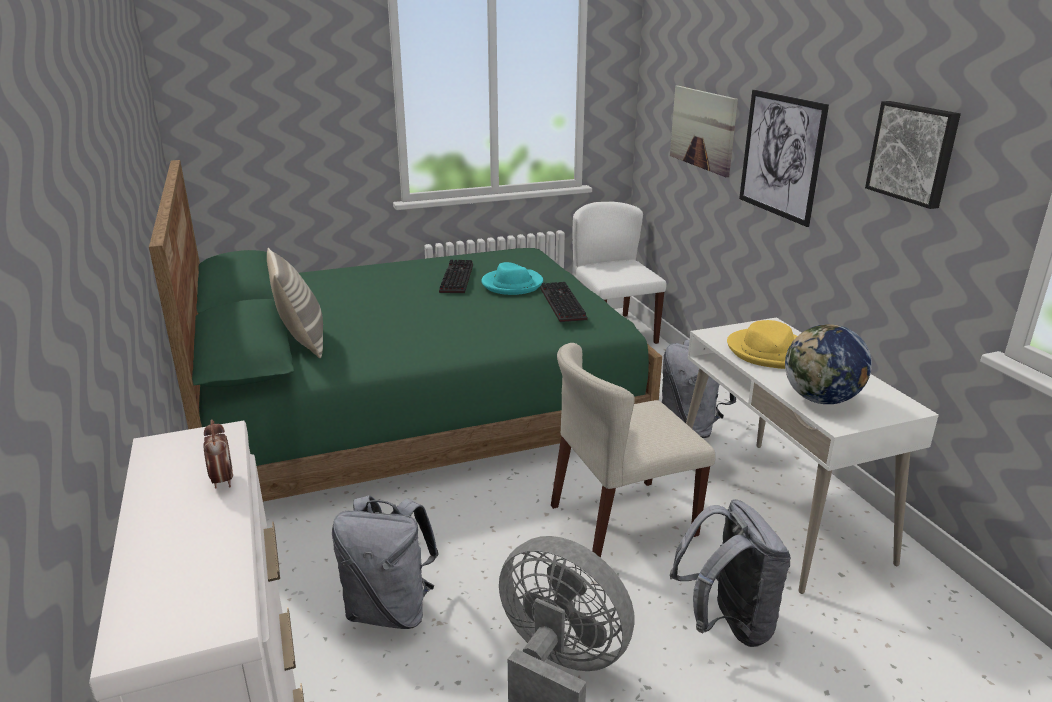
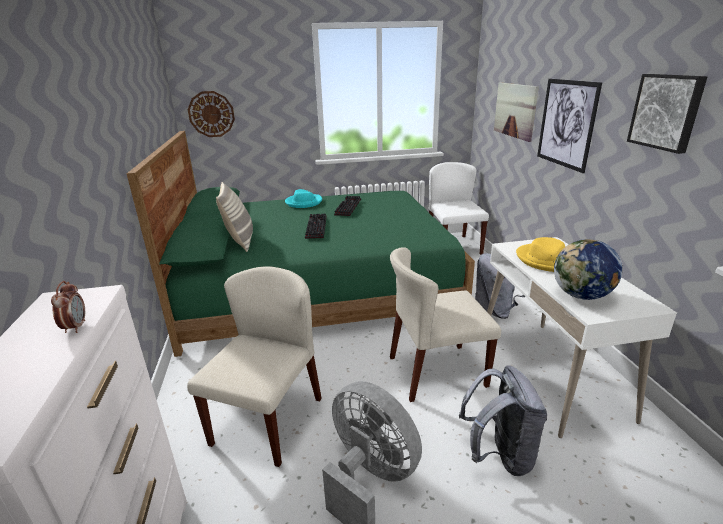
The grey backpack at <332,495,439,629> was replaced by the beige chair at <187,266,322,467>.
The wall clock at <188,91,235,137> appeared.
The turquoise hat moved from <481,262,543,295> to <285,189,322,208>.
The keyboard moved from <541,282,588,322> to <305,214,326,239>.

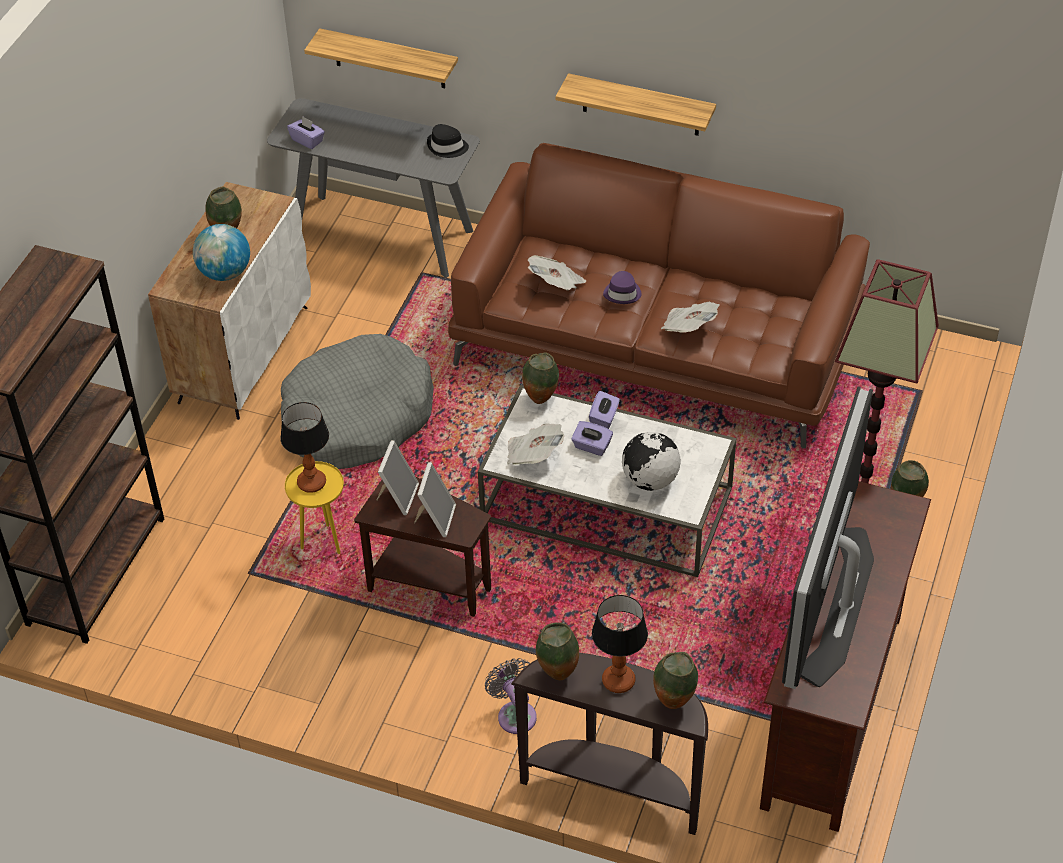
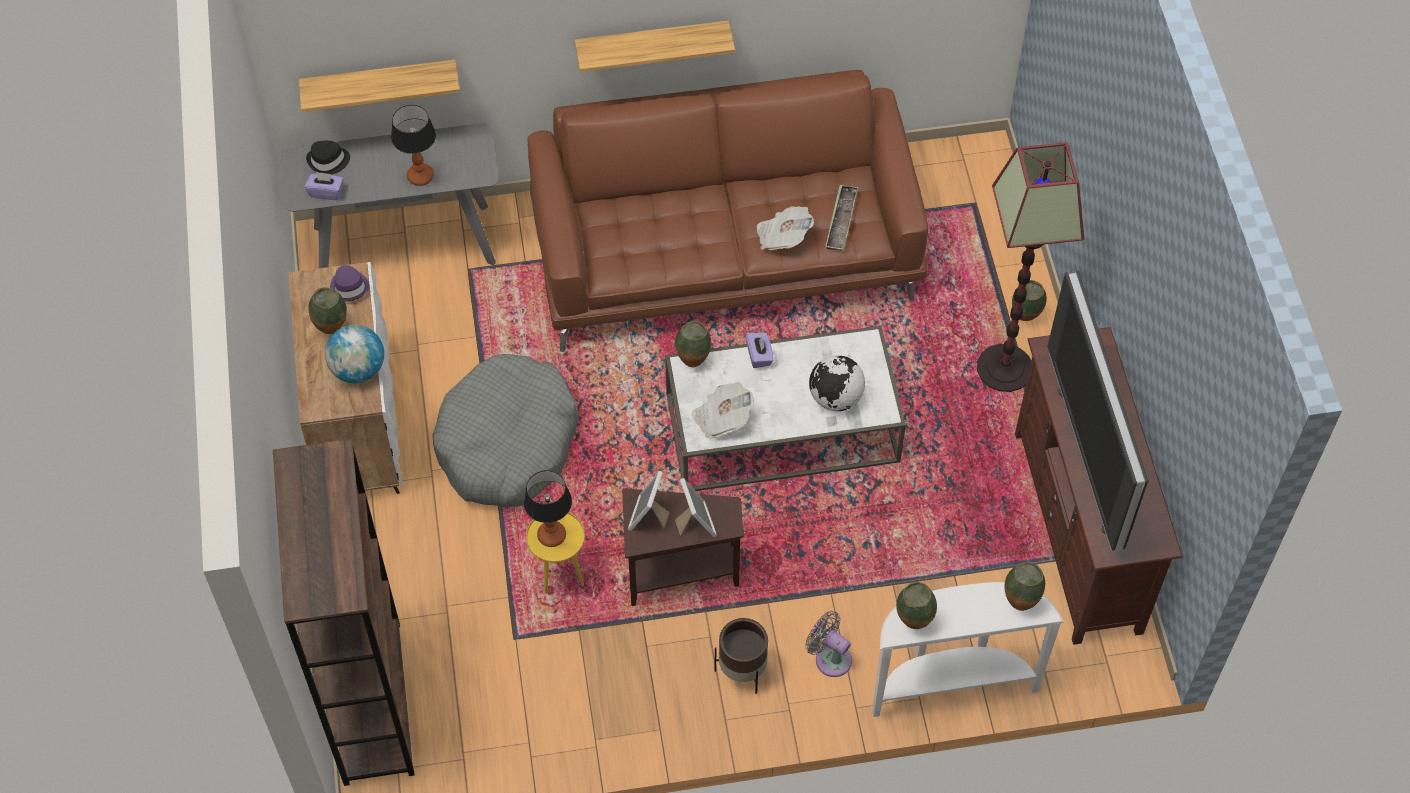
The black hat moved from <427,124,469,158> to <306,141,350,174>.
The purple hat moved from <603,271,641,304> to <330,265,370,301>.
The table lamp moved from <592,595,648,693> to <391,105,436,186>.
The picture frame at <377,440,419,515> turned 150 degrees counterclockwise.
The brown planter at <715,618,768,694> appeared.
The tray at <825,185,858,251> appeared.
The brown console table at <511,653,708,835> became the white console table at <872,582,1064,717>.
The newspaper at <528,255,586,290> disappeared.
The purple tissue box at <571,421,613,456> disappeared.

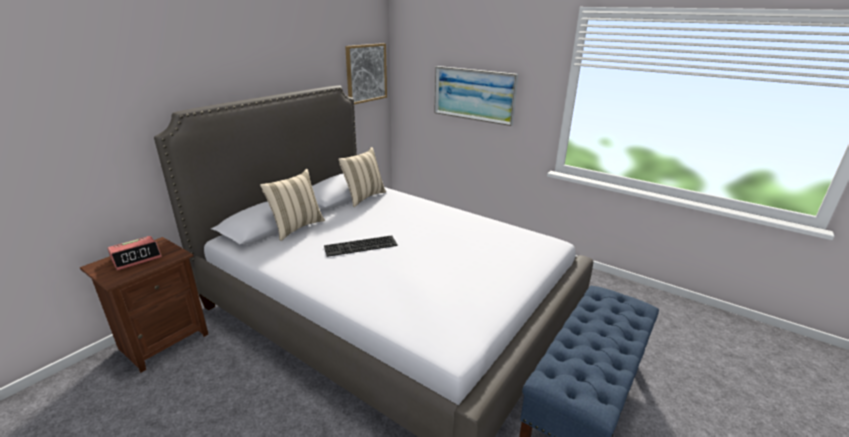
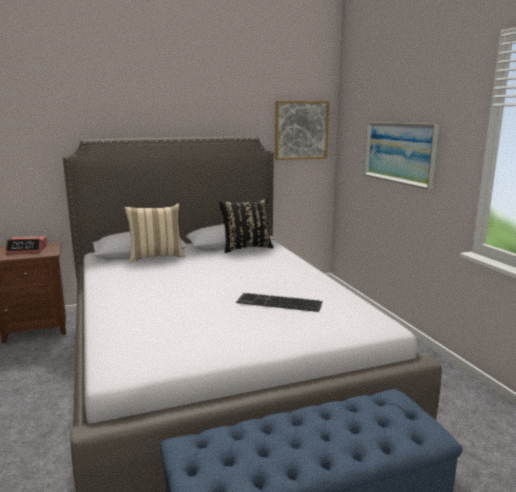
The beige pillow at <338,147,386,207> became the black pillow at <219,198,274,253>.
The keyboard moved from <324,236,398,257> to <236,293,323,312>.

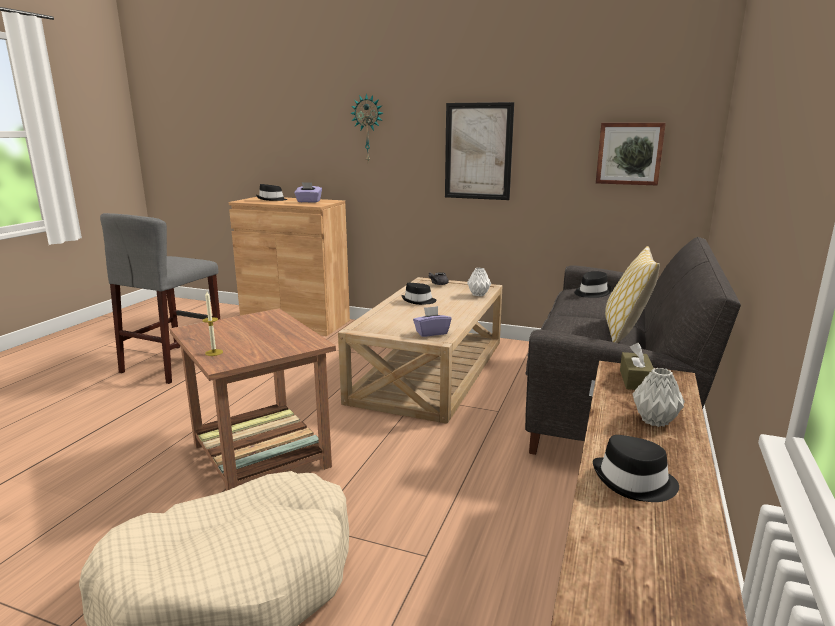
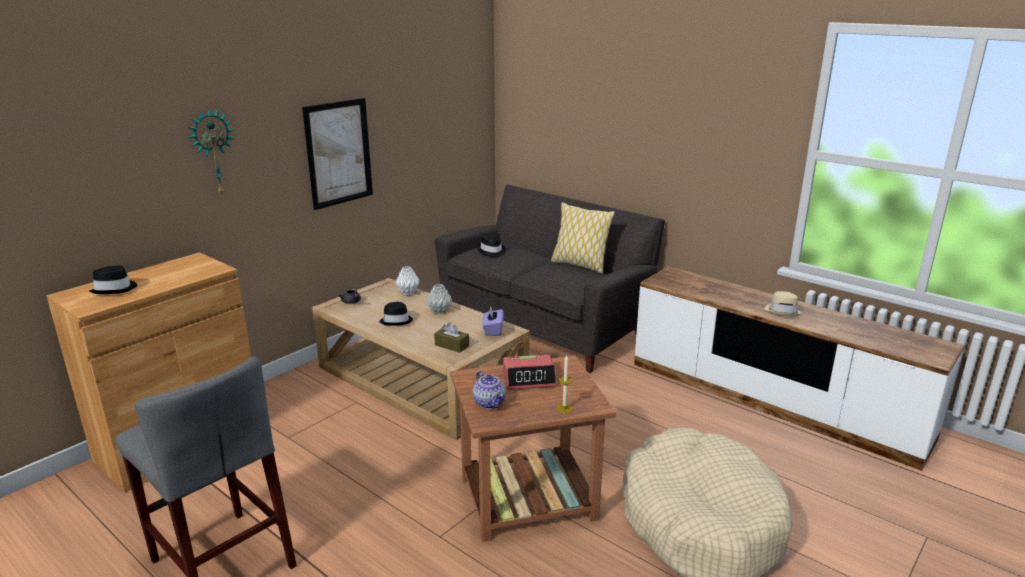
The grey vase moved from <633,368,685,427> to <427,284,452,314>.
The brown tissue box moved from <620,343,654,390> to <434,322,469,353>.
The teapot at <473,371,506,409> appeared.
The alarm clock at <503,354,557,390> appeared.
The black hat at <593,435,679,502> became the beige hat at <764,291,802,316>.
The purple tissue box at <294,182,322,203> disappeared.
The picture at <596,123,666,186> disappeared.

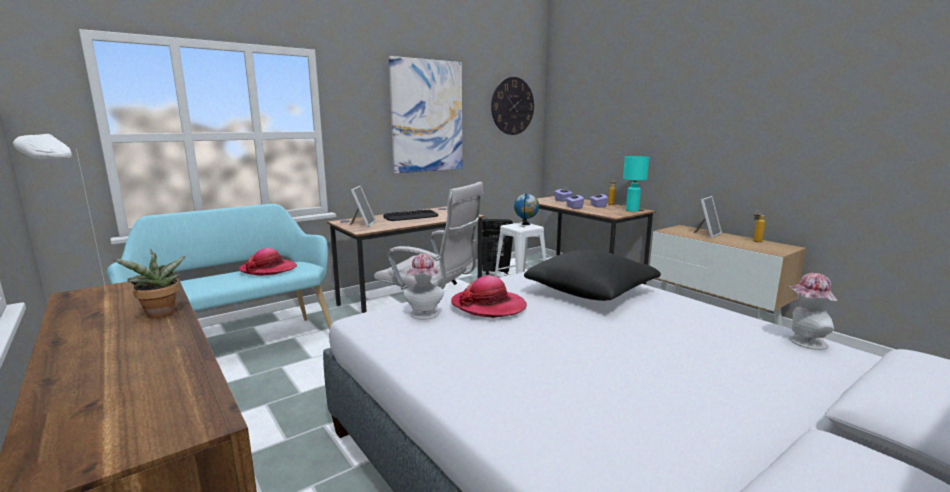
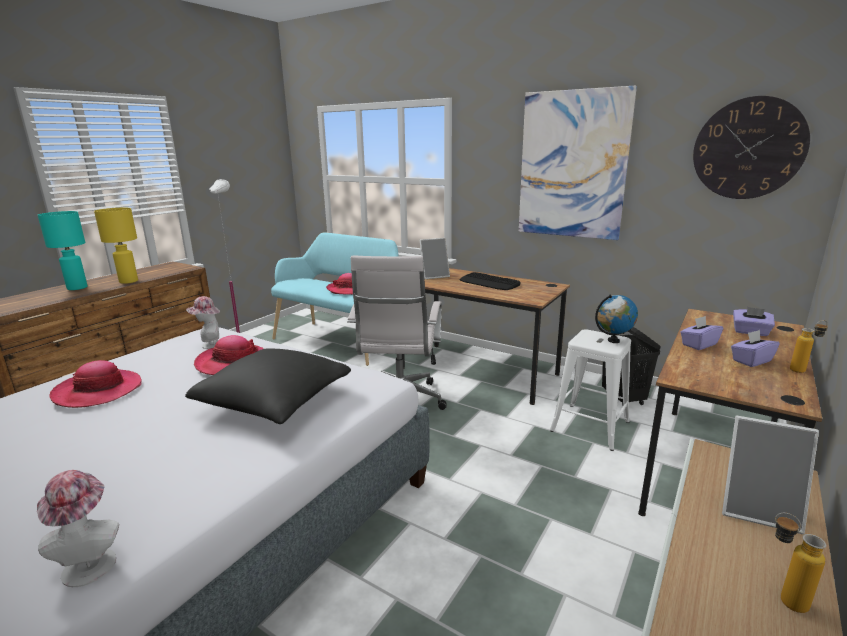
The turquoise table lamp moved from <623,156,650,212> to <38,211,88,290>.
The hat at <49,360,142,408> appeared.
The potted plant at <113,249,186,318> was replaced by the yellow table lamp at <94,208,138,284>.

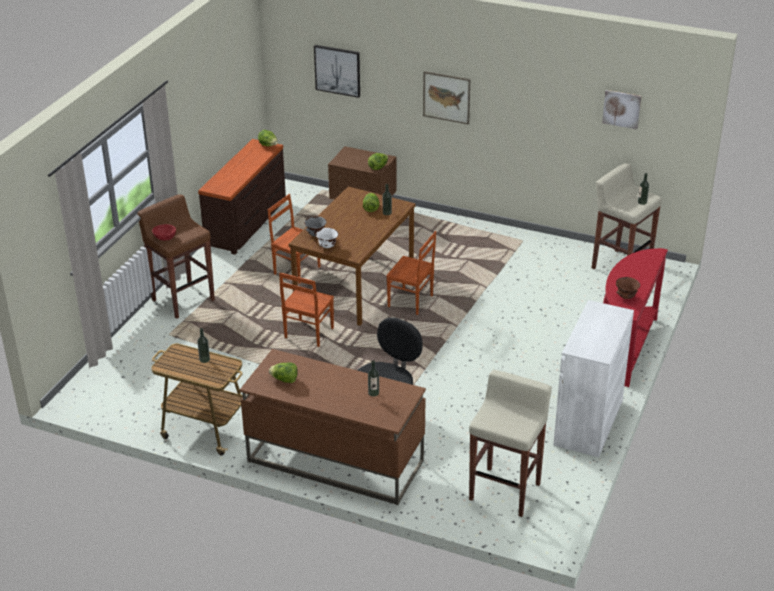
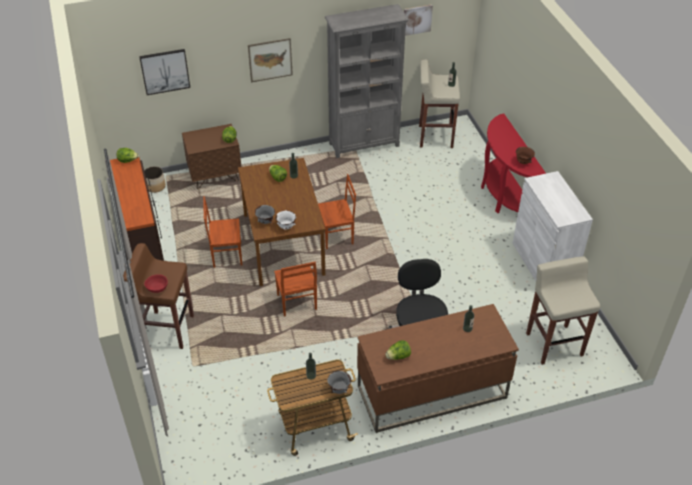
The planter at <144,166,166,193> appeared.
The grey bookcase at <325,4,409,158> appeared.
The grey bowl at <327,371,351,394> appeared.

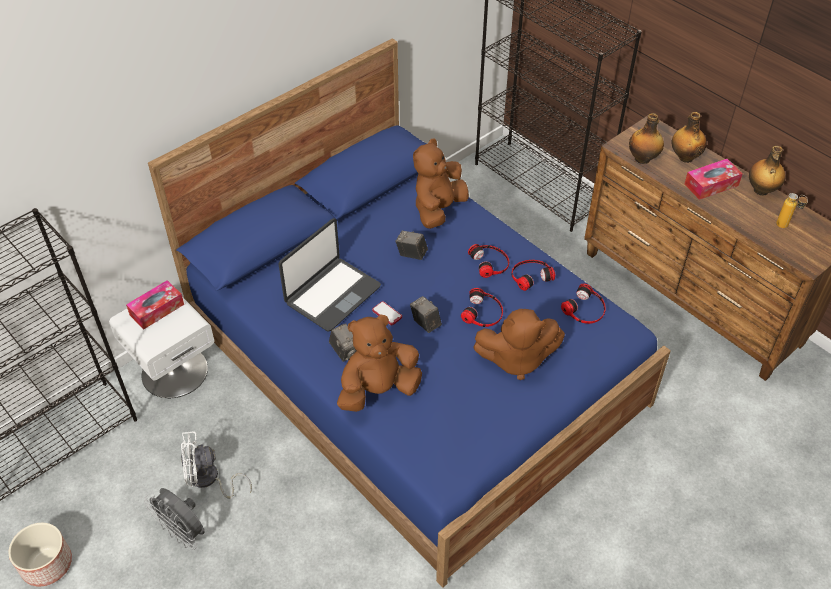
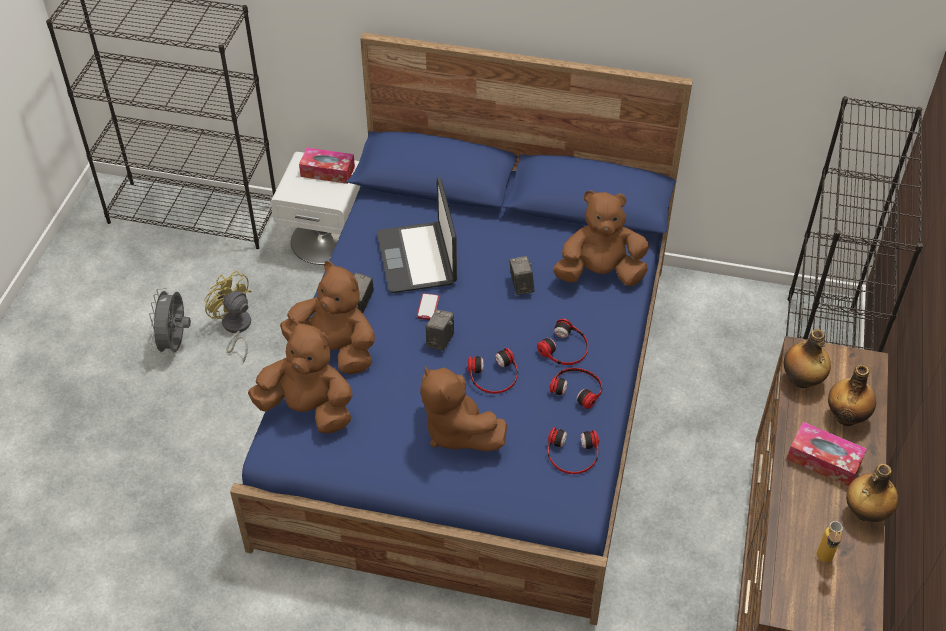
The white fan at <181,432,252,499> became the yellow fan at <204,270,251,363>.
The brown plush toy at <248,321,353,433> appeared.
The laptop at <279,218,381,332> turned 75 degrees clockwise.
The planter at <9,523,72,587> disappeared.

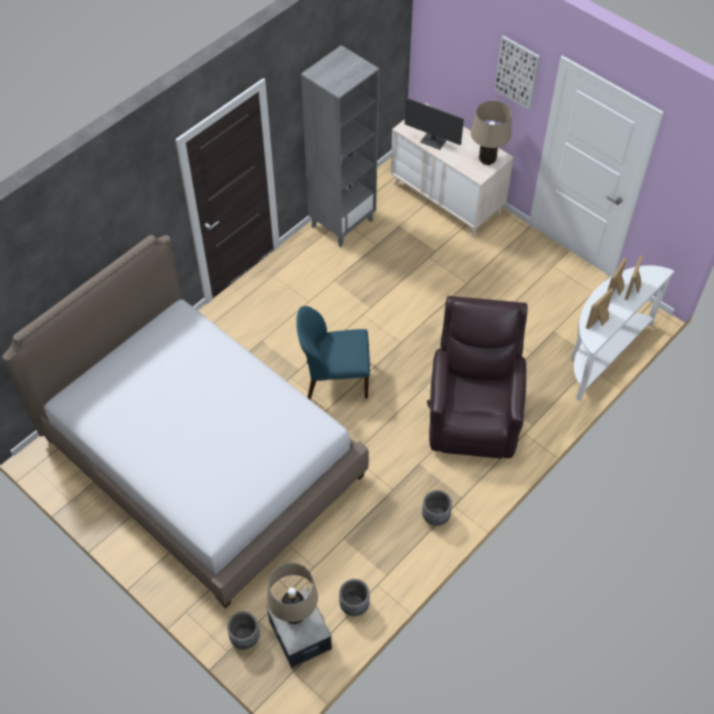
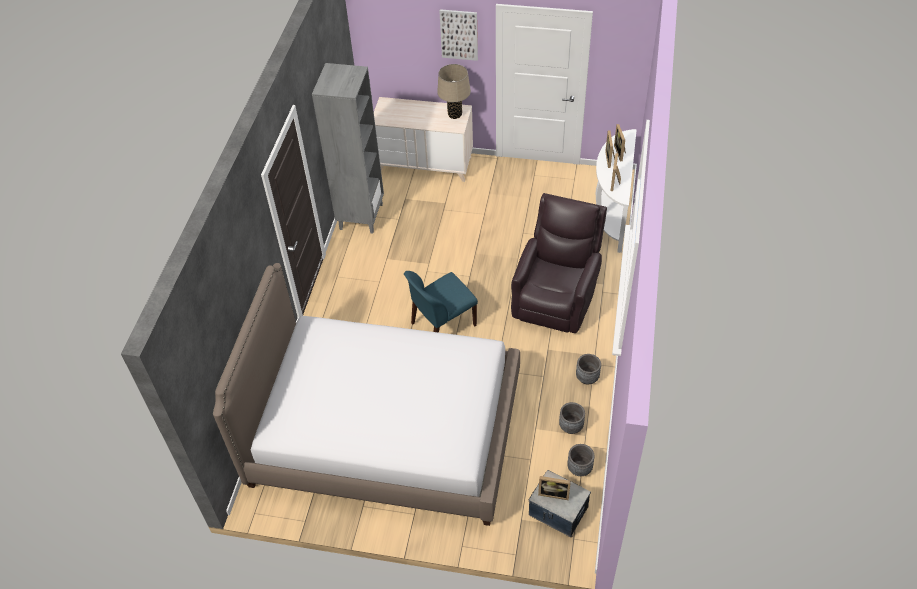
The brown armchair at <427,296,528,458> turned 45 degrees clockwise.
The beige table lamp at <267,563,318,624> was replaced by the picture frame at <538,476,571,500>.
The grey planter moved from <227,612,260,650> to <559,402,585,434>.
The monitor at <405,98,464,150> disappeared.

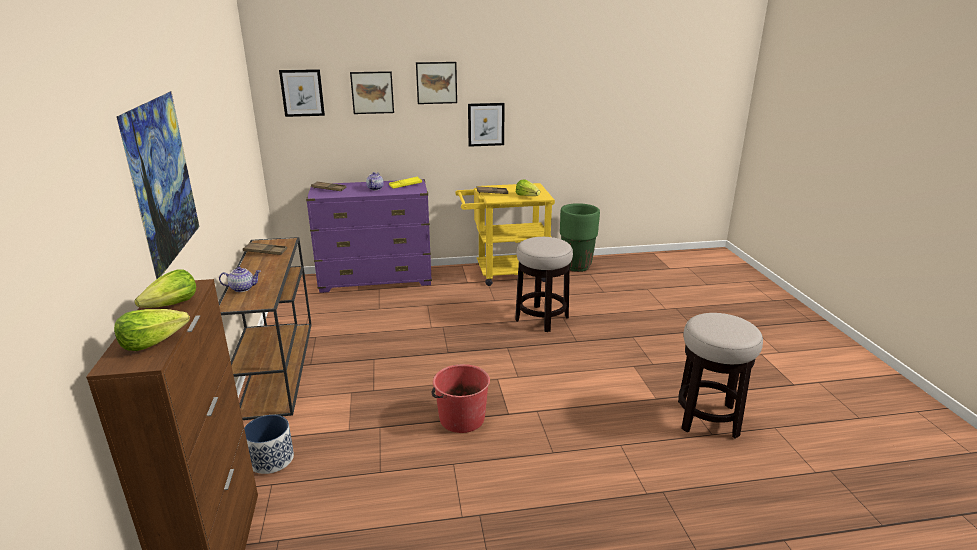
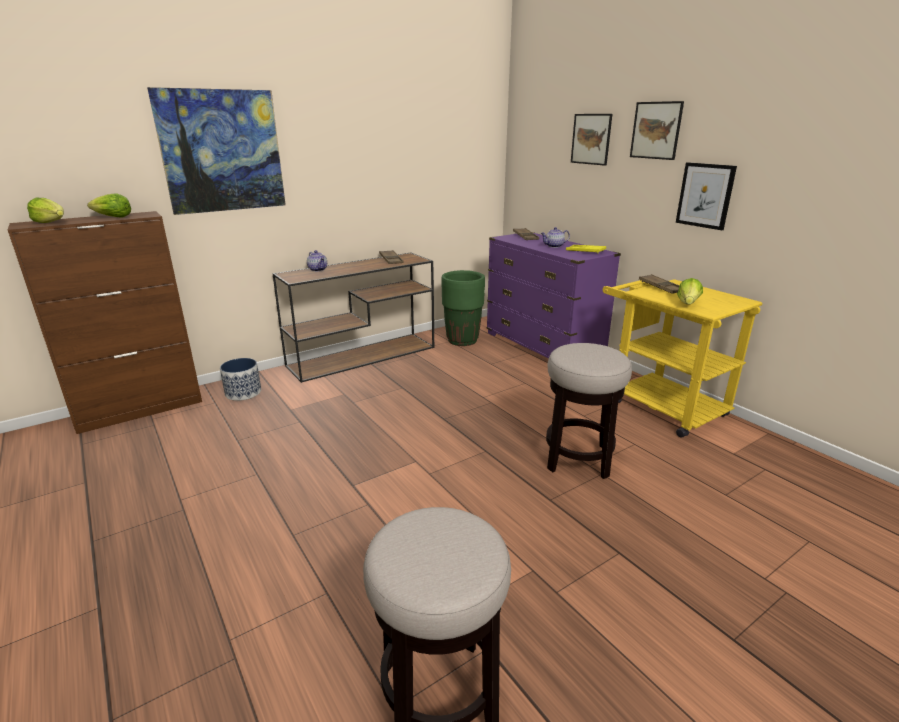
The green planter moved from <560,203,600,272> to <441,270,485,346>.
The picture at <279,69,325,117> disappeared.
The red bucket at <431,364,490,433> disappeared.

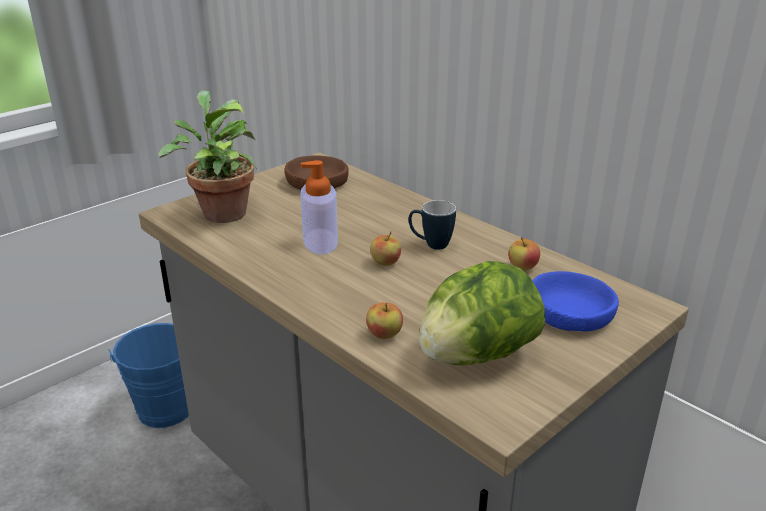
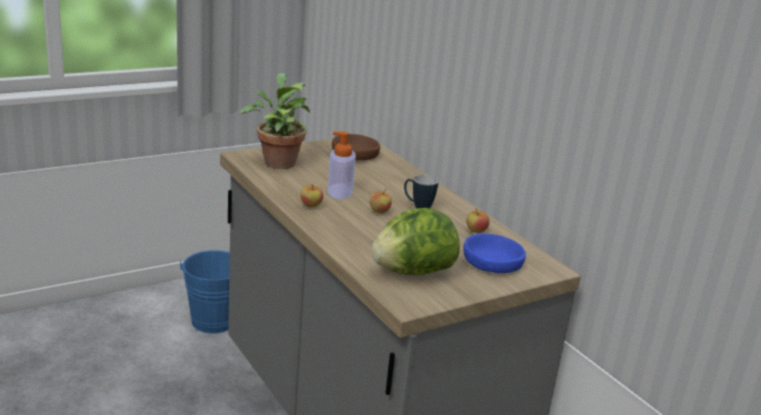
The apple moved from <366,302,403,339> to <301,184,323,208>.

